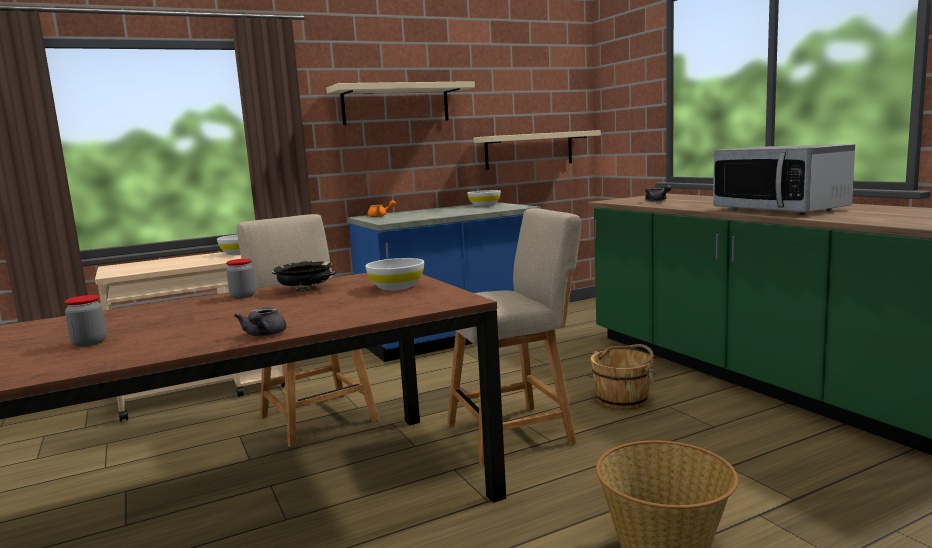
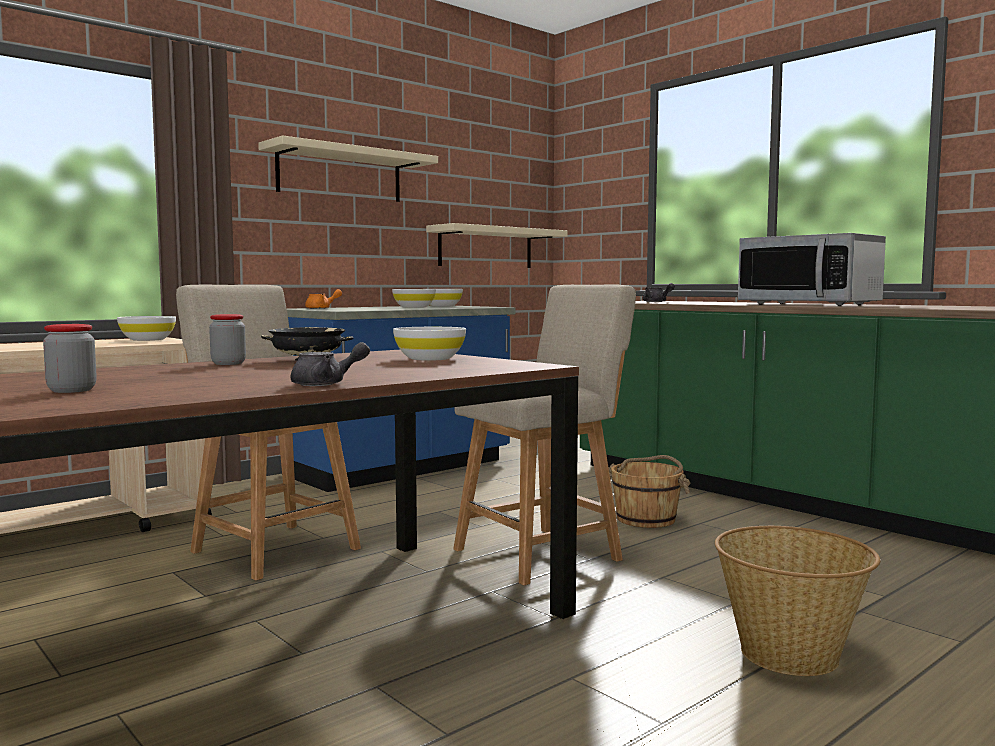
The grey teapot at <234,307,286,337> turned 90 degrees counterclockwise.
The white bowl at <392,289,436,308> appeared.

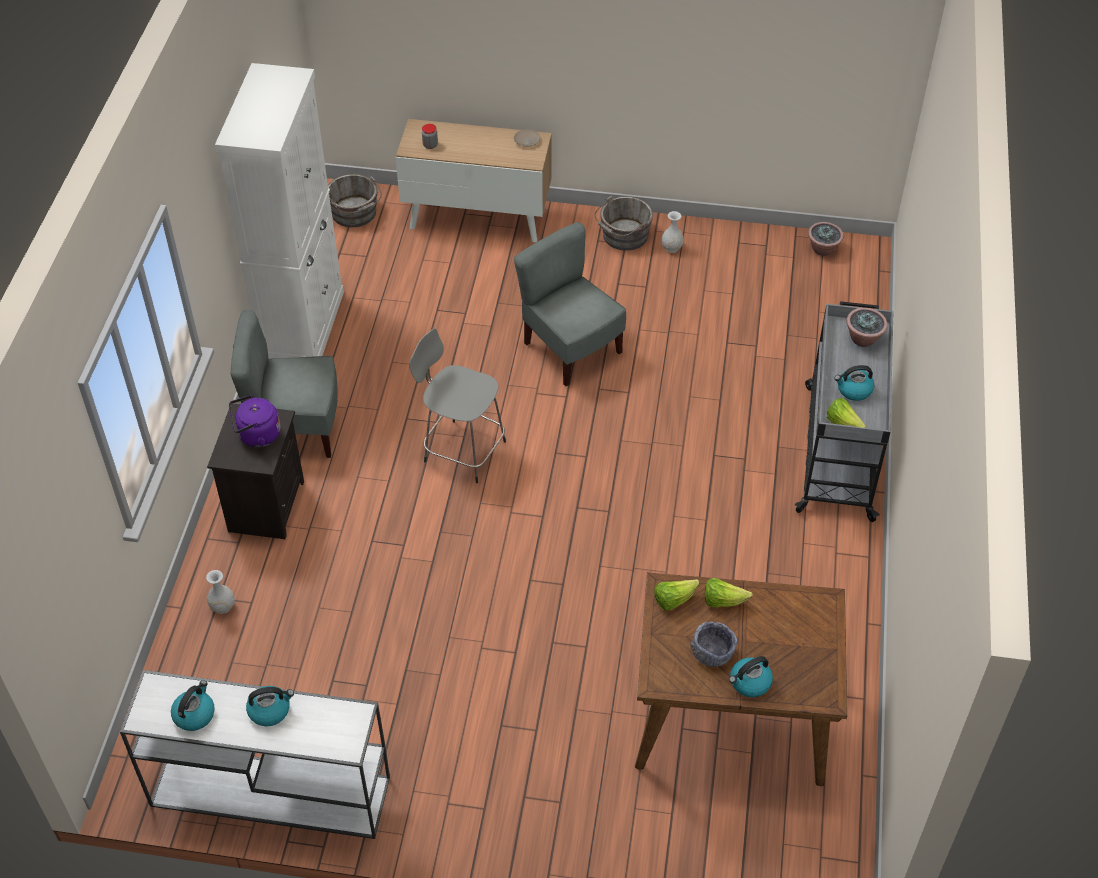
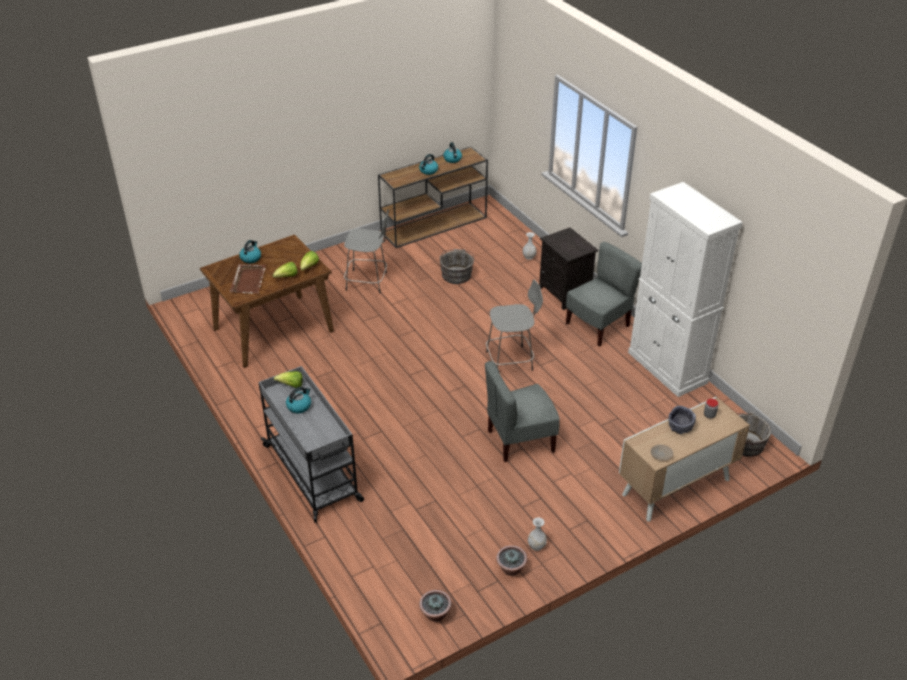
The brown tray at <229,264,266,294> appeared.
The grey stool at <344,209,389,294> appeared.
The white console table at <120,670,390,839> became the brown console table at <378,147,488,248>.
The grey bucket moved from <594,196,653,251> to <440,249,474,284>.
The grey chair at <514,222,626,386> turned 150 degrees clockwise.
The potted plant moved from <846,308,888,347> to <496,545,527,576>.
The grey bowl moved from <690,622,737,667> to <669,406,696,434>.
The purple kettle at <229,395,281,447> disappeared.

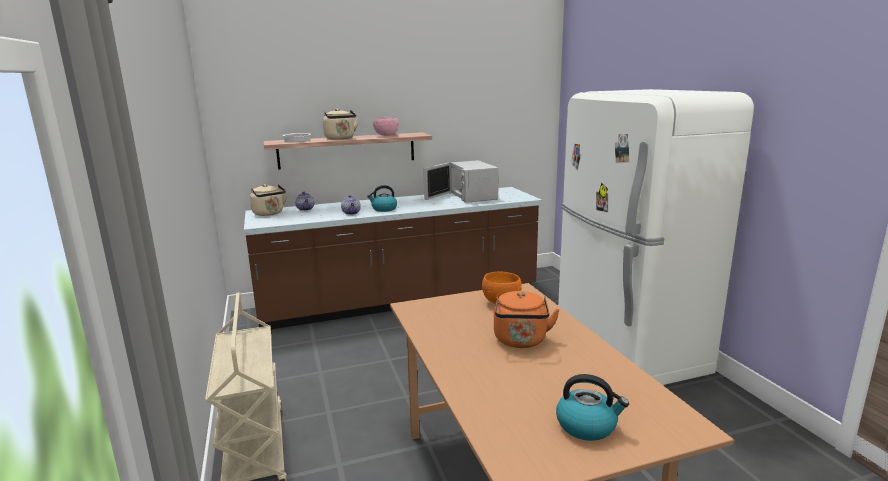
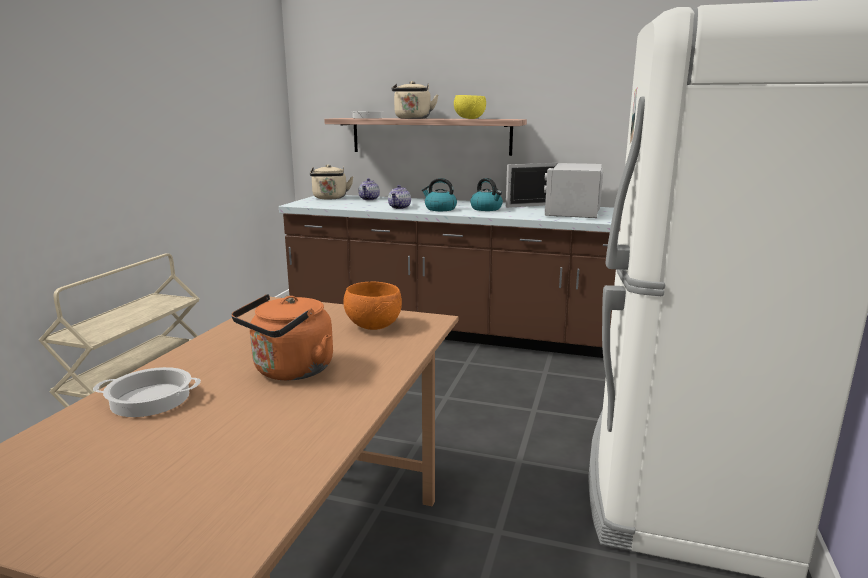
The cooking pot at <93,367,201,417> appeared.
The pink bowl at <373,117,399,136> became the yellow bowl at <454,95,486,119>.
The kettle moved from <556,374,629,441> to <470,178,503,211>.

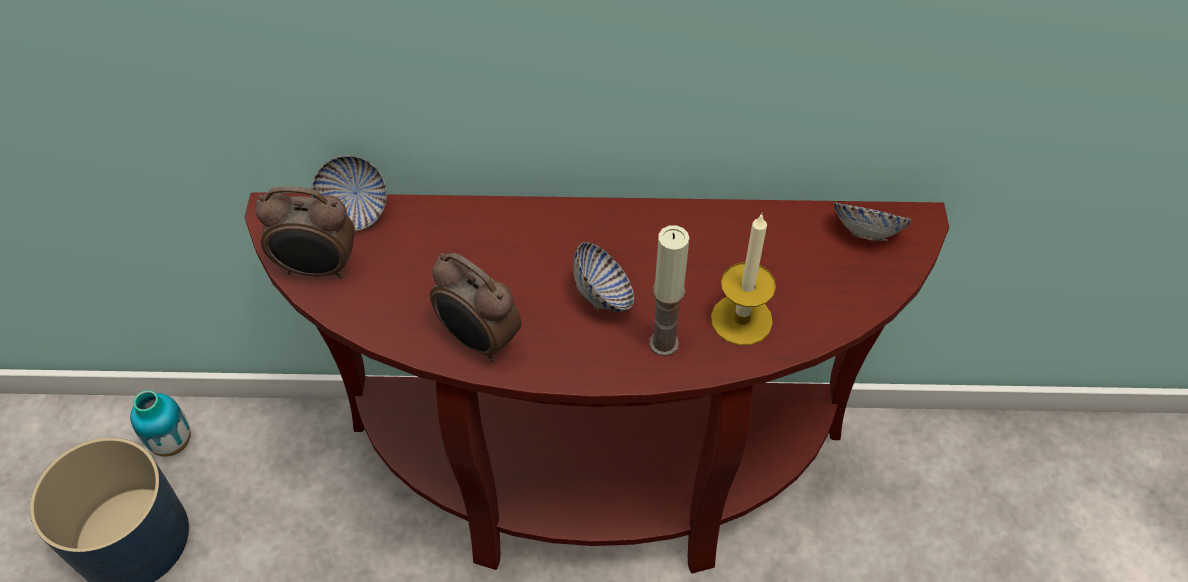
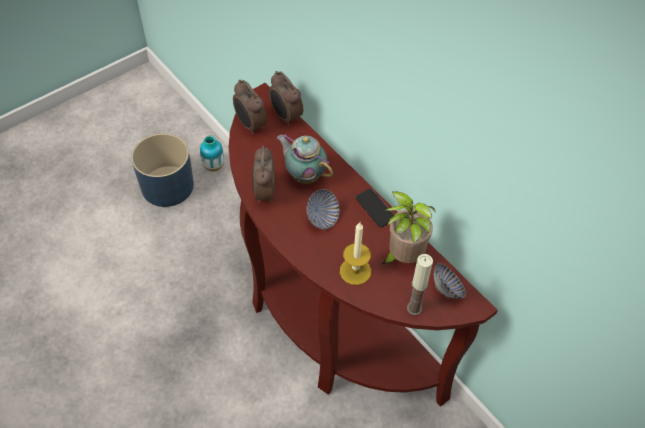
The bowl at <311,155,387,231> was replaced by the alarm clock at <269,71,303,126>.
The teapot at <277,134,333,184> appeared.
The phone at <355,188,394,227> appeared.
The potted plant at <382,192,436,264> appeared.
The candle moved from <649,225,689,356> to <407,254,433,315>.

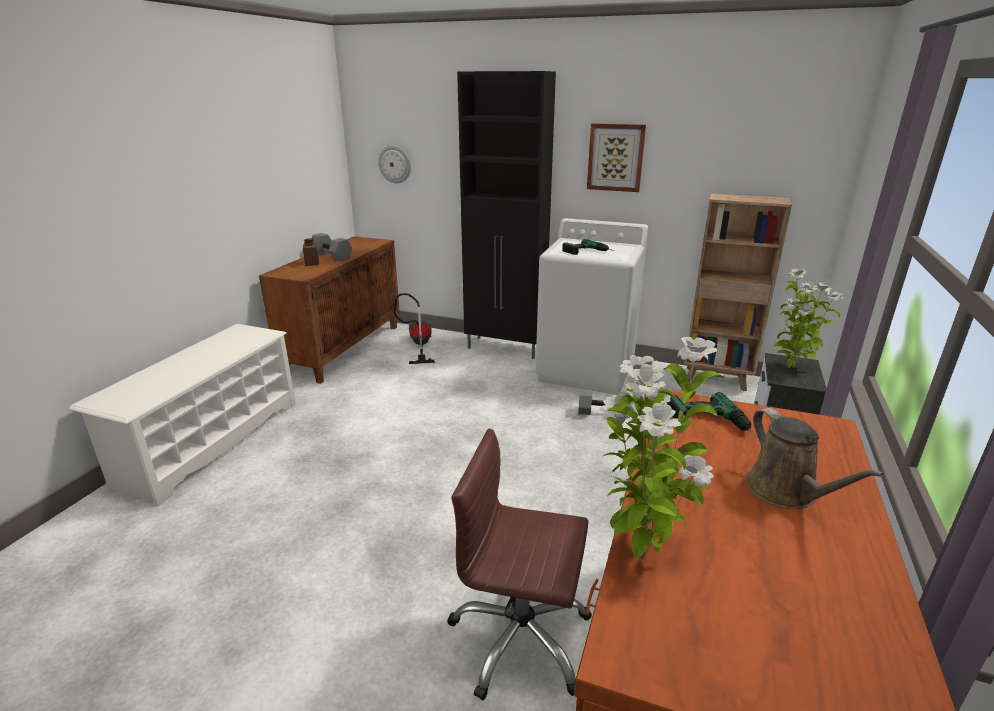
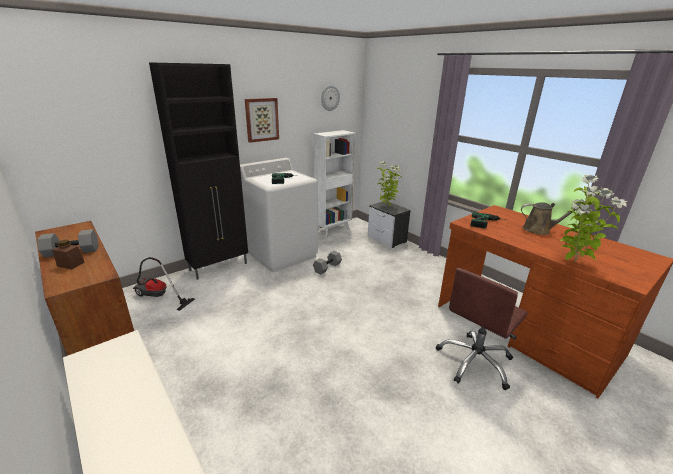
The brown bookcase at <684,193,792,391> became the white bookcase at <313,130,356,237>.
The wall clock moved from <378,145,411,183> to <321,85,340,111>.

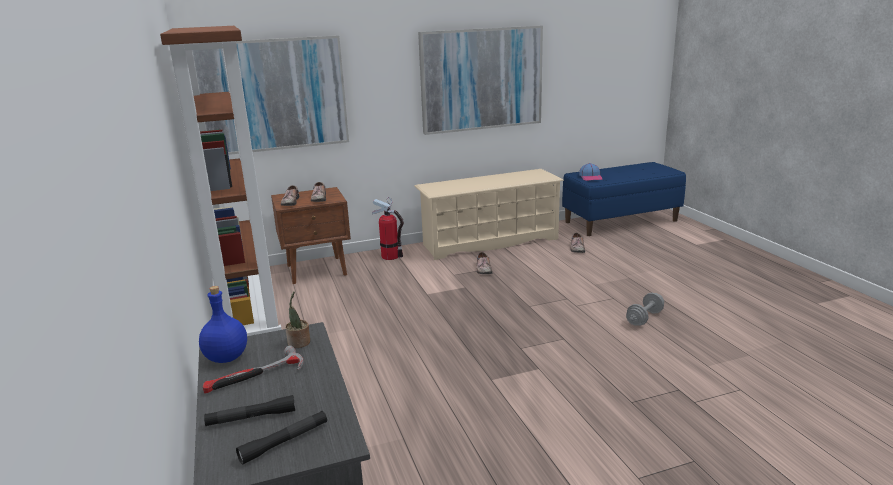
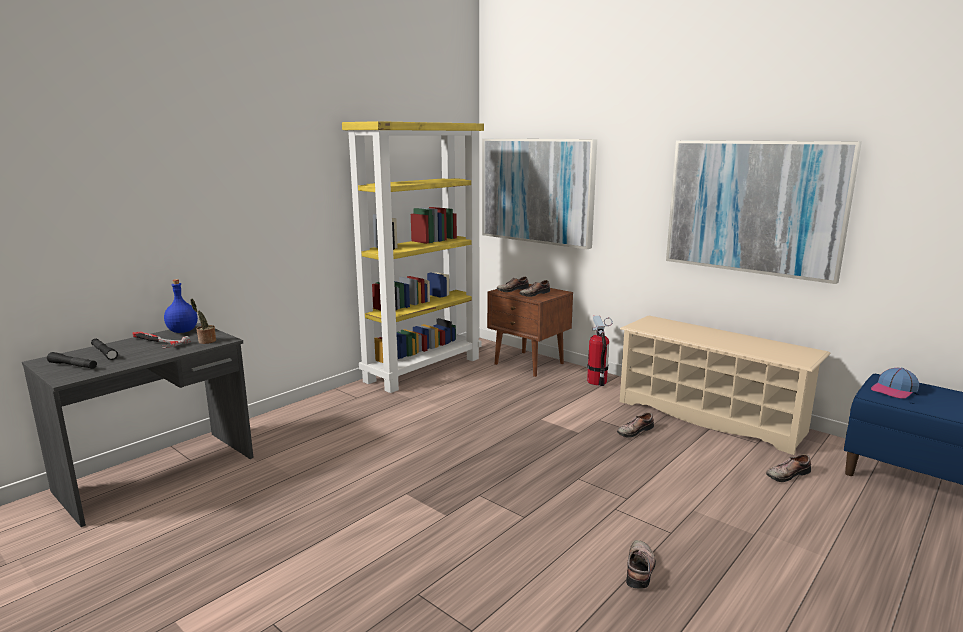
The brown bookcase at <160,26,282,336> became the yellow bookcase at <342,121,484,393>.
The grey dumbbell at <626,293,664,326> was replaced by the shoe at <626,540,656,589>.

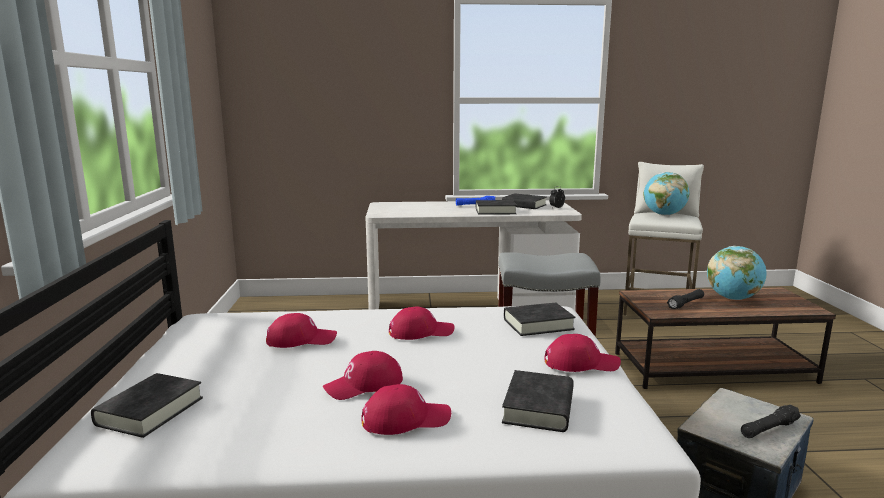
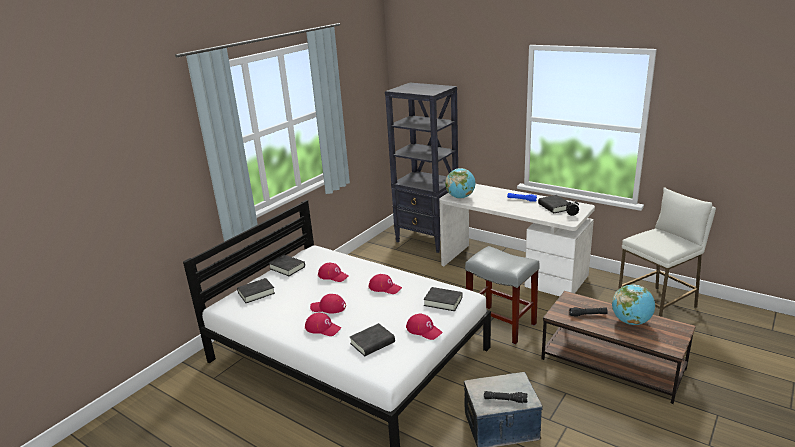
The black book moved from <476,200,517,215> to <269,255,305,276>.
The black bookcase at <385,83,458,253> appeared.
The globe moved from <644,172,689,215> to <445,168,475,199>.

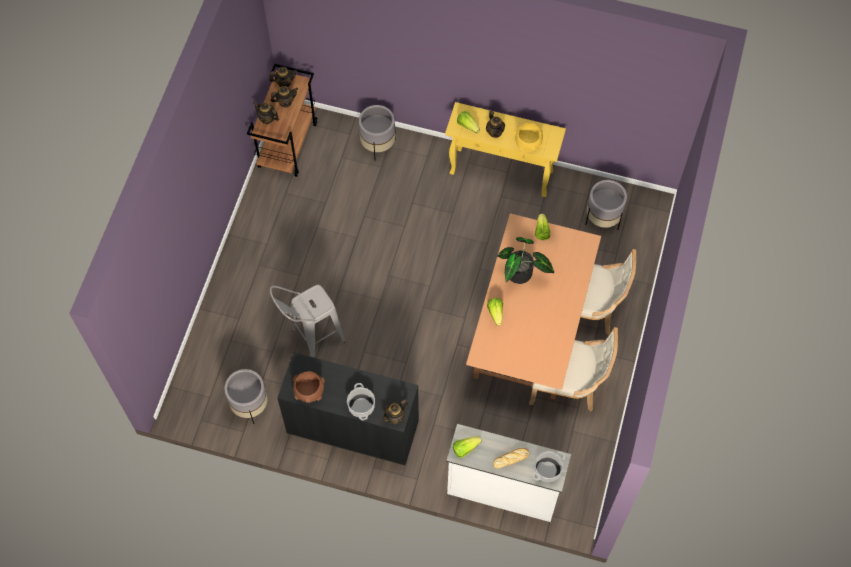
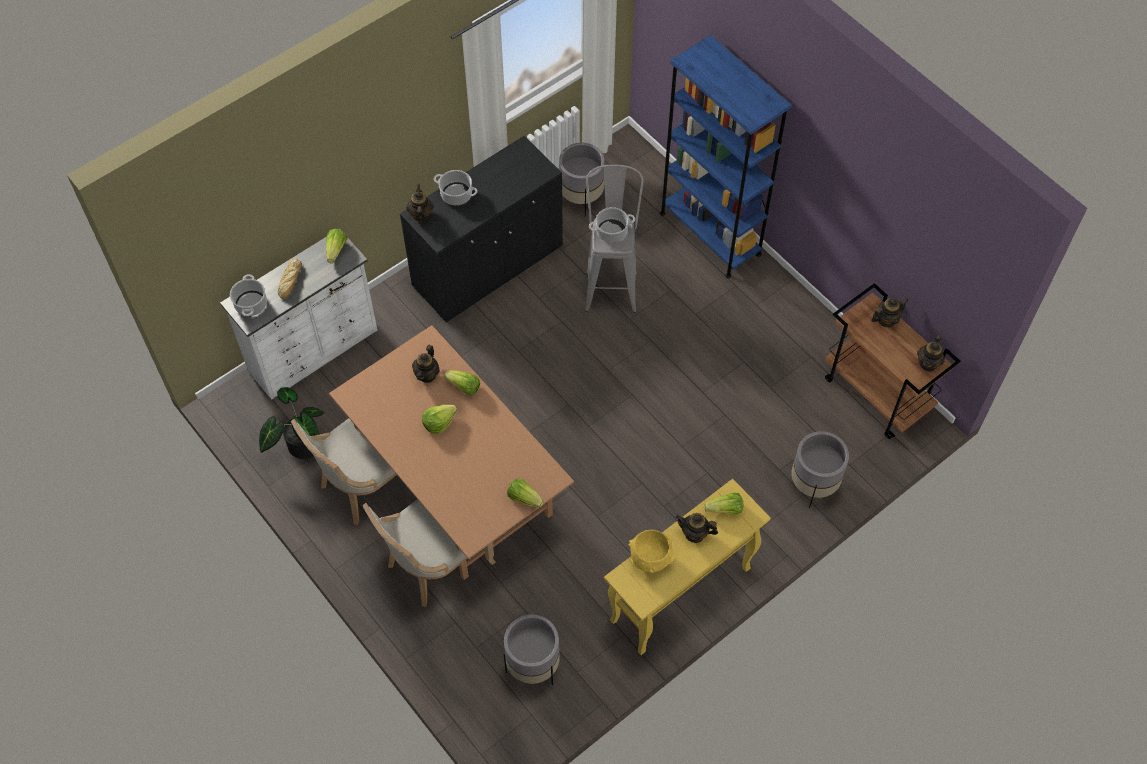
The potted plant moved from <497,237,554,284> to <259,387,324,459>.
The teapot moved from <270,86,298,107> to <412,345,440,383>.
The lettuce at <422,405,457,434> appeared.
The cooking pot at <589,207,635,243> appeared.
The blue bookcase at <660,35,792,278> appeared.
The brown bowl at <293,371,325,403> disappeared.

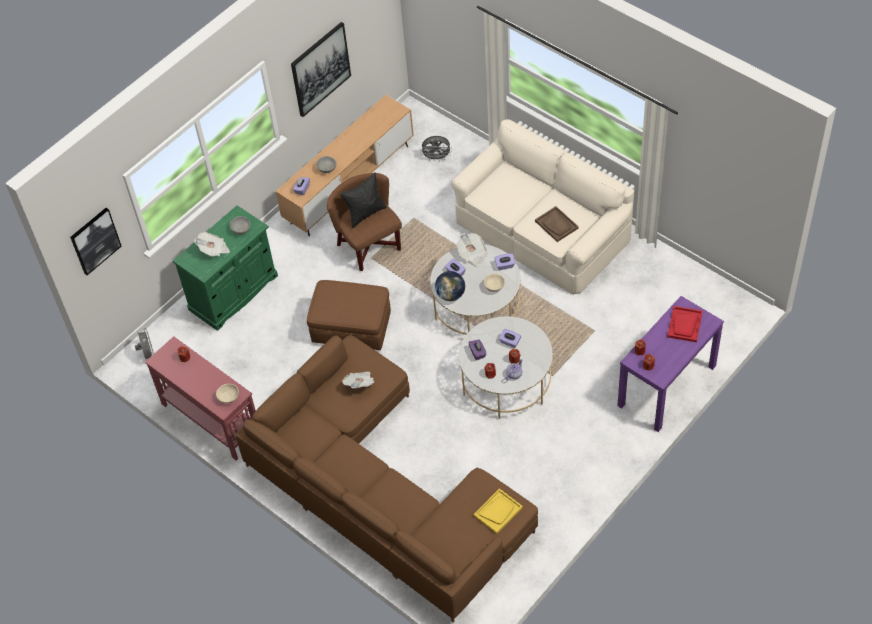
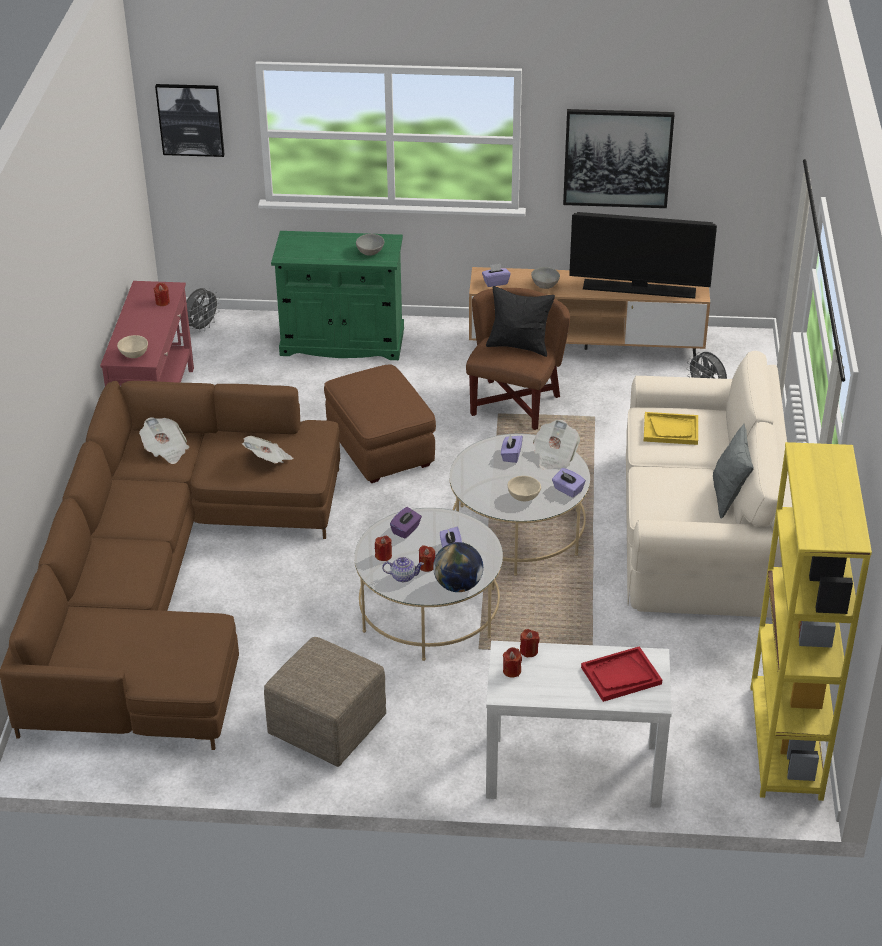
The newspaper moved from <194,232,230,257> to <139,417,189,464>.
The beige ottoman at <264,637,386,767> appeared.
The globe moved from <435,271,465,301> to <433,542,483,592>.
The purple console table at <617,296,724,432> became the white console table at <486,641,672,808>.
The television at <569,212,717,299> appeared.
The yellow tray moved from <474,488,523,534> to <644,412,698,445>.
The grey pillow at <713,424,754,518> appeared.
The yellow bookcase at <751,442,872,801> appeared.
The brown tray at <535,206,578,242> disappeared.

